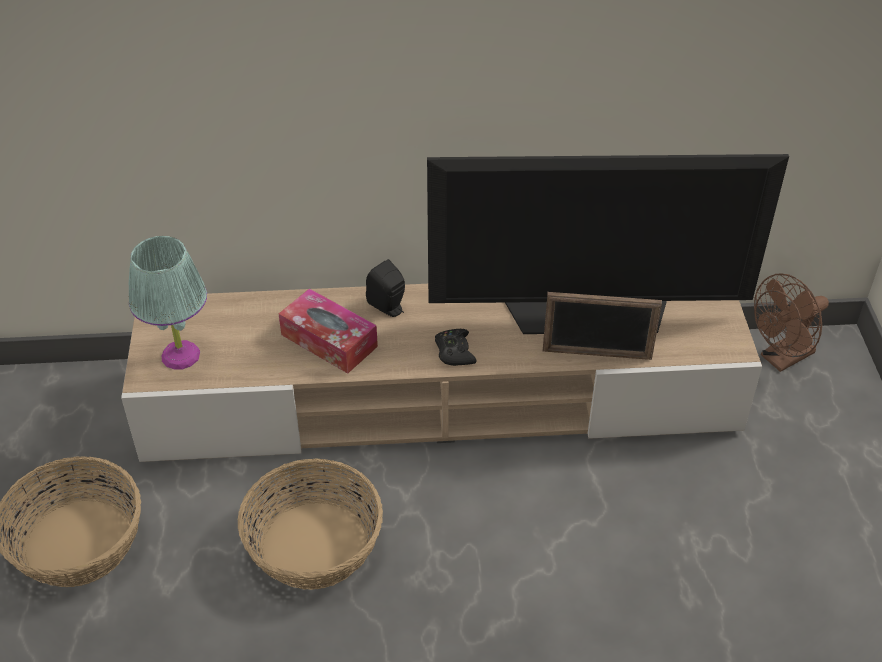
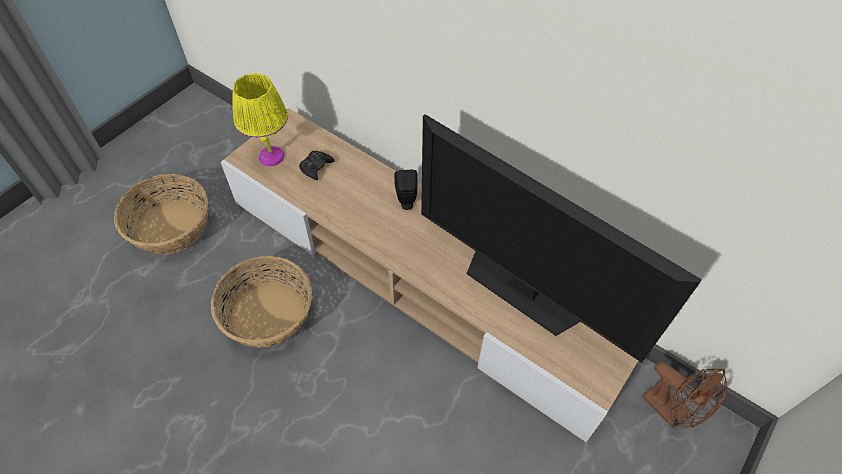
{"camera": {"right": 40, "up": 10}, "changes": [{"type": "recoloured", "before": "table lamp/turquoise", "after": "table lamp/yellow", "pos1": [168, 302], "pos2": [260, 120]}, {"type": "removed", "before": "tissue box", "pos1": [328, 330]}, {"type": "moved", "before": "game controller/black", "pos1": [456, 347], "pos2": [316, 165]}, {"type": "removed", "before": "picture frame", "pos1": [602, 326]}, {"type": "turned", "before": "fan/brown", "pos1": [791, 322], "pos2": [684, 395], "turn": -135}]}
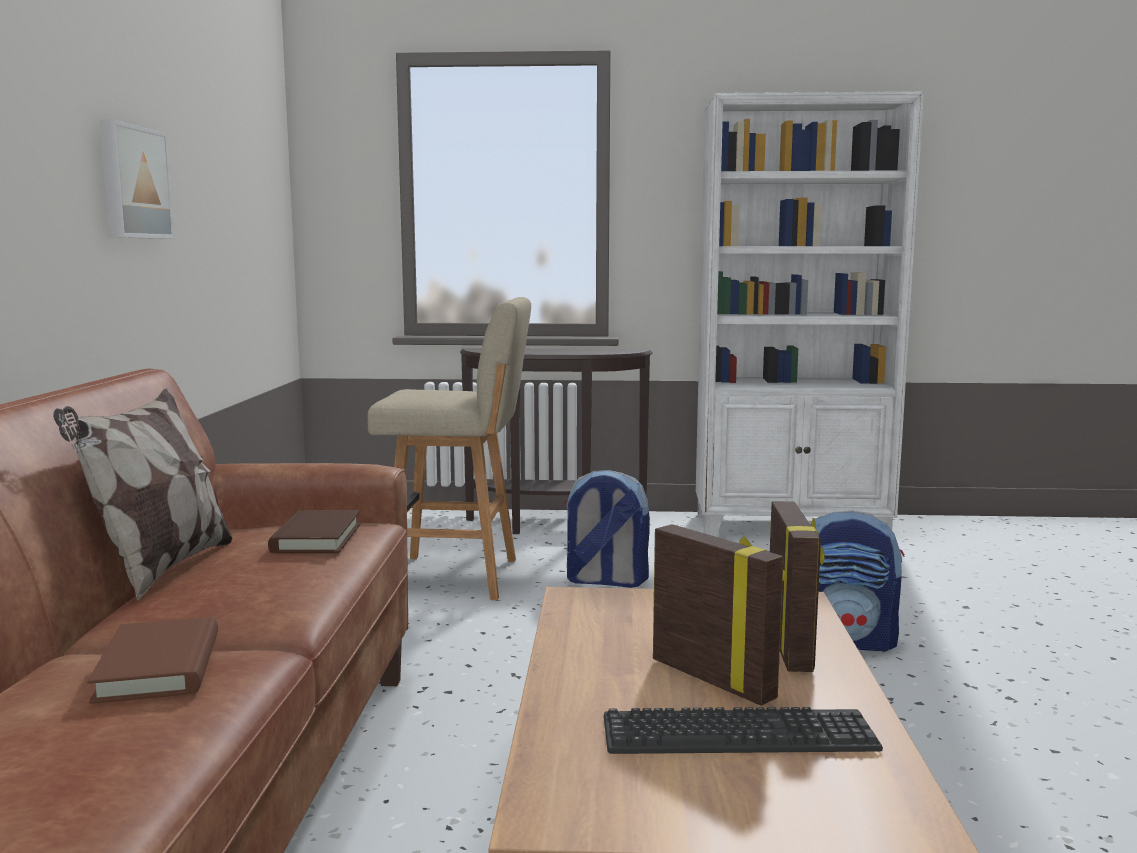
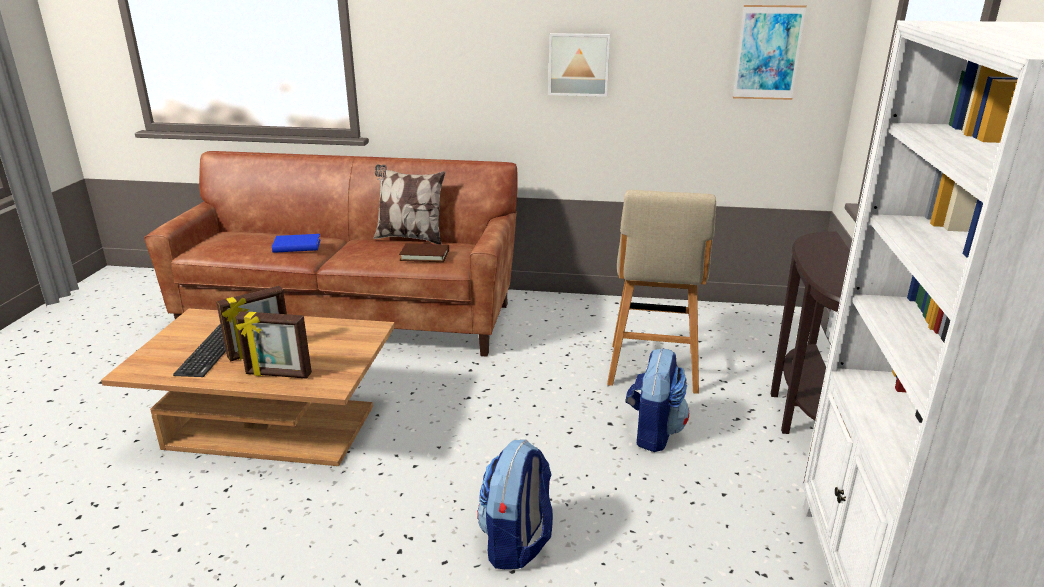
{"camera": {"right": 95, "up": 15}, "changes": [{"type": "recoloured", "before": "book/brown", "after": "book/blue", "pos1": [152, 660], "pos2": [296, 243]}, {"type": "added", "after": "picture", "pos2": [770, 52]}]}
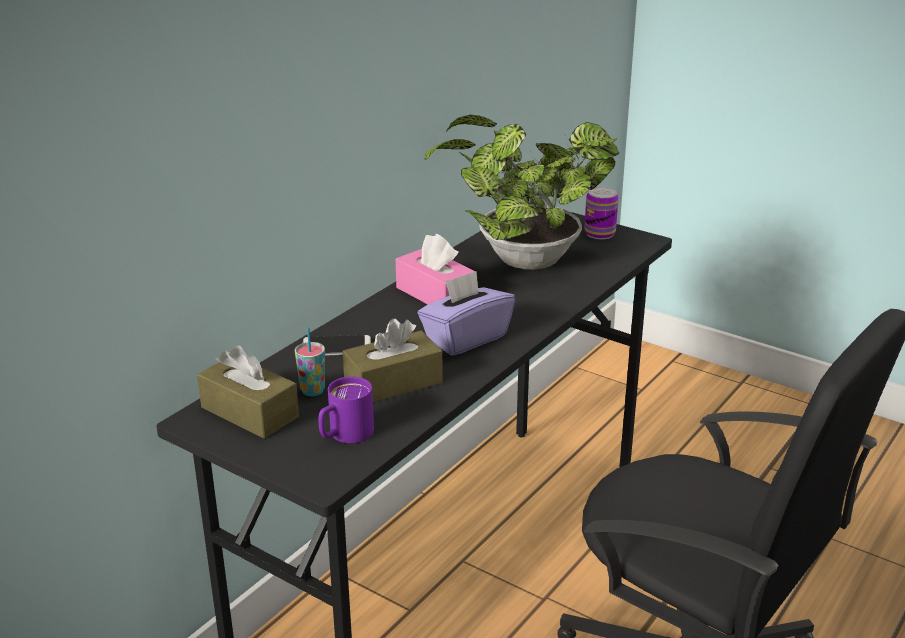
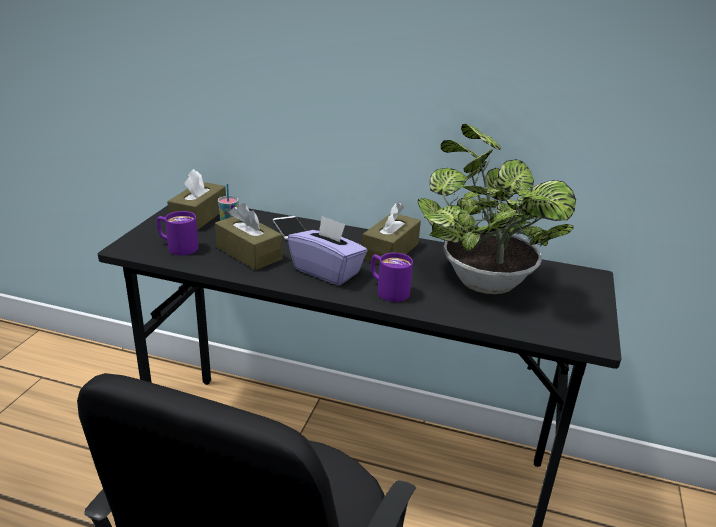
{"camera": {"right": 70, "up": 0}, "changes": [{"type": "recoloured", "before": "tissue box/pink", "after": "tissue box/brown", "pos1": [435, 269], "pos2": [391, 233]}, {"type": "removed", "before": "can", "pos1": [601, 213]}, {"type": "added", "after": "mug/purple", "pos2": [392, 277]}]}
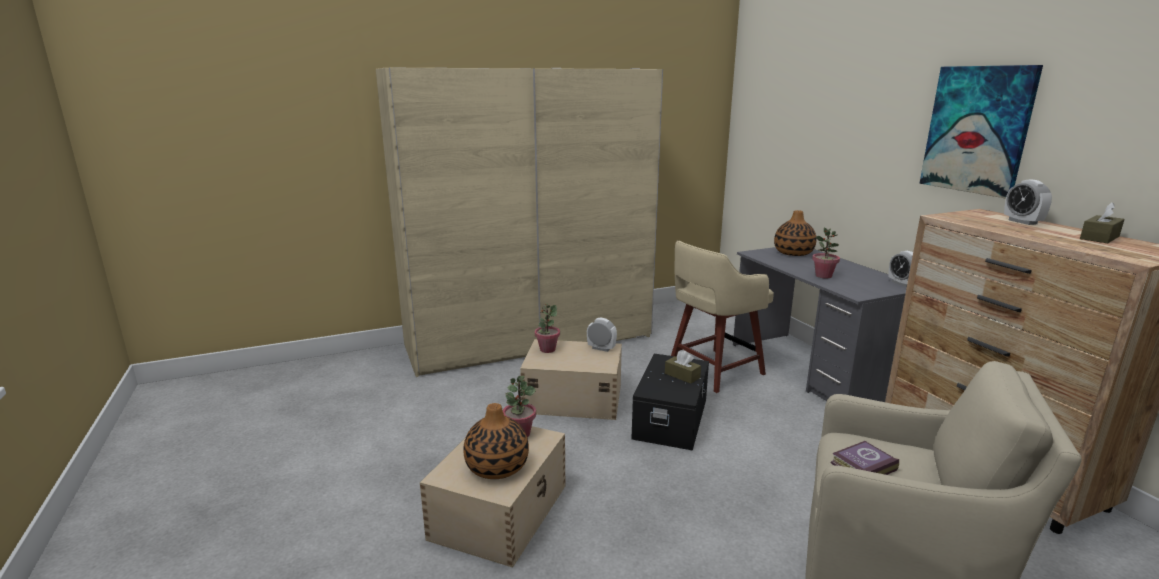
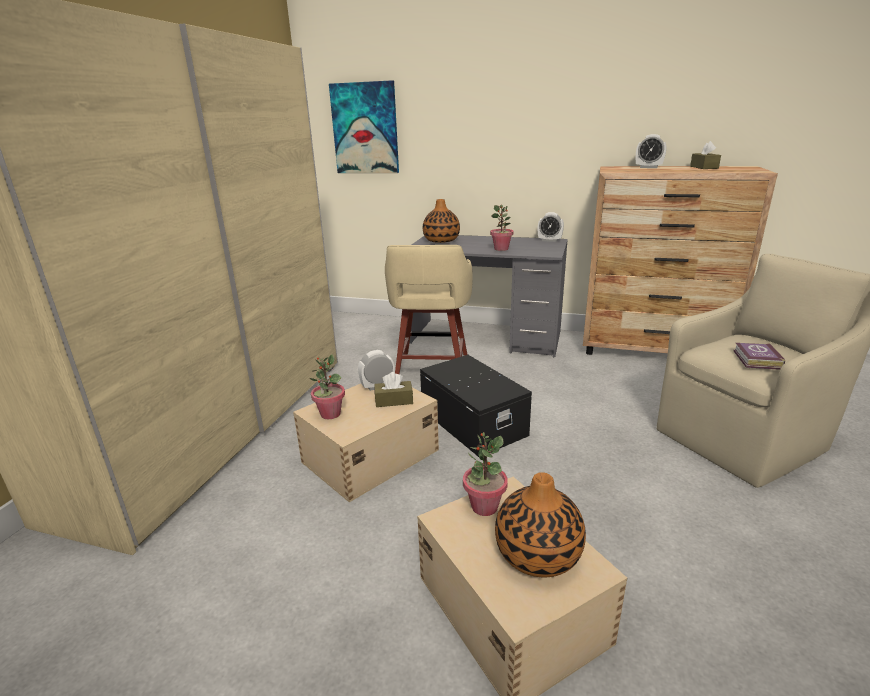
{"camera": {"right": -50, "up": 5}, "changes": [{"type": "moved", "before": "tissue box/brown", "pos1": [683, 367], "pos2": [393, 389]}, {"type": "moved", "before": "picture", "pos1": [981, 132], "pos2": [364, 126]}]}
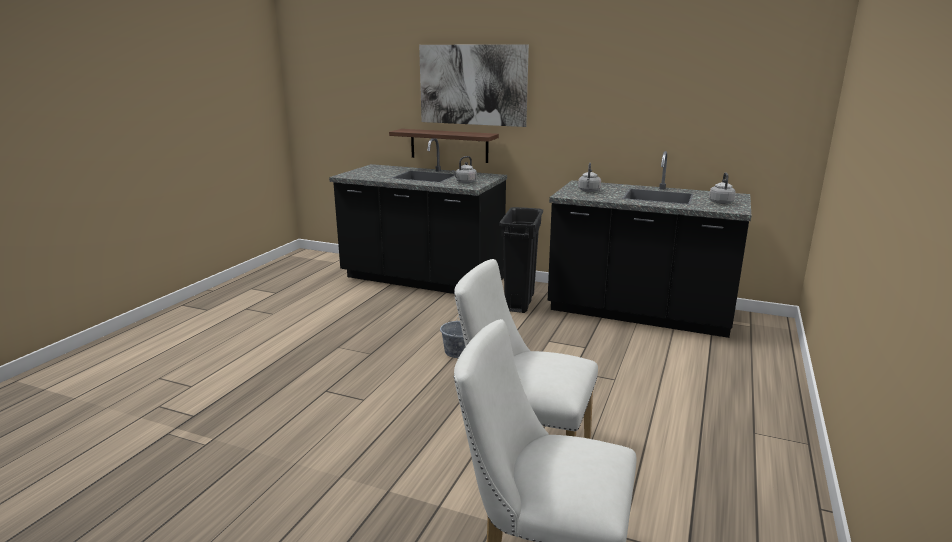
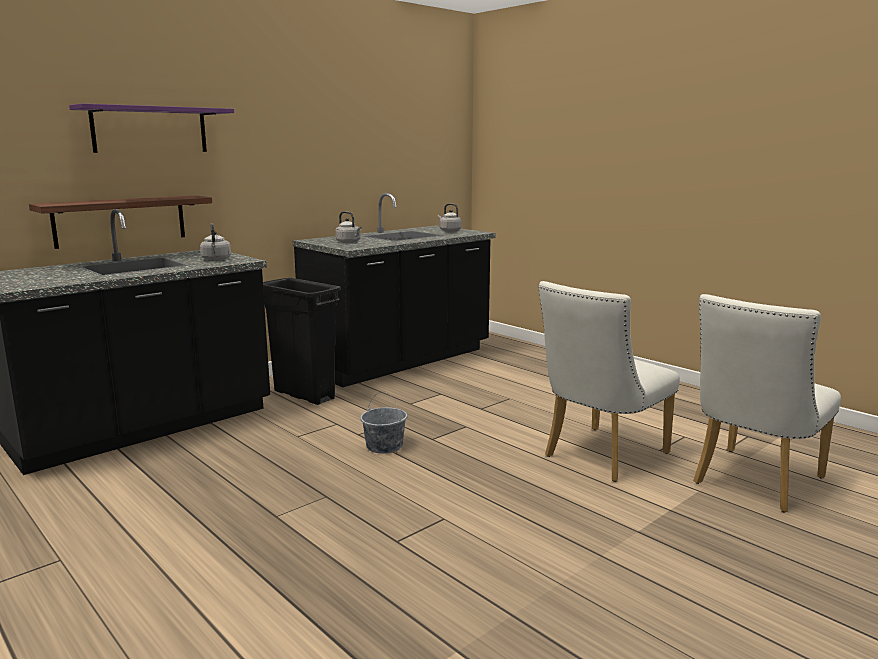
{"camera": {"right": -65, "up": -5}, "changes": [{"type": "replaced", "before": "picture", "after": "shelf/purple", "pos1": [474, 85], "pos2": [151, 128]}]}
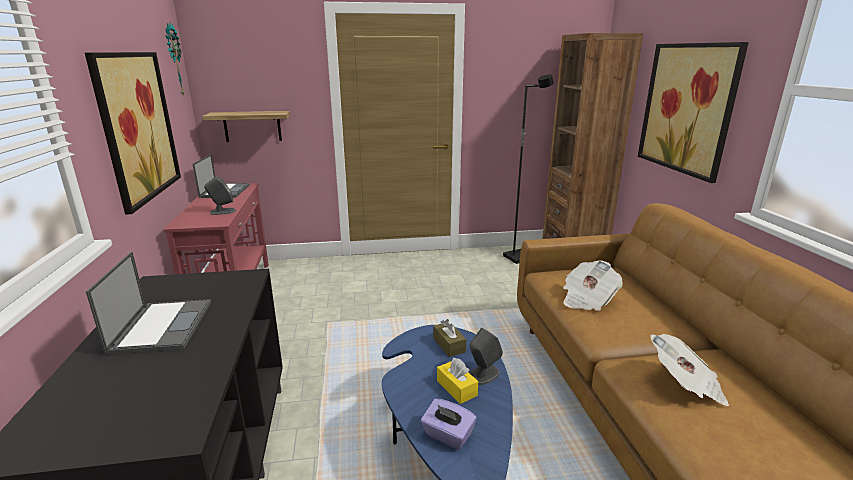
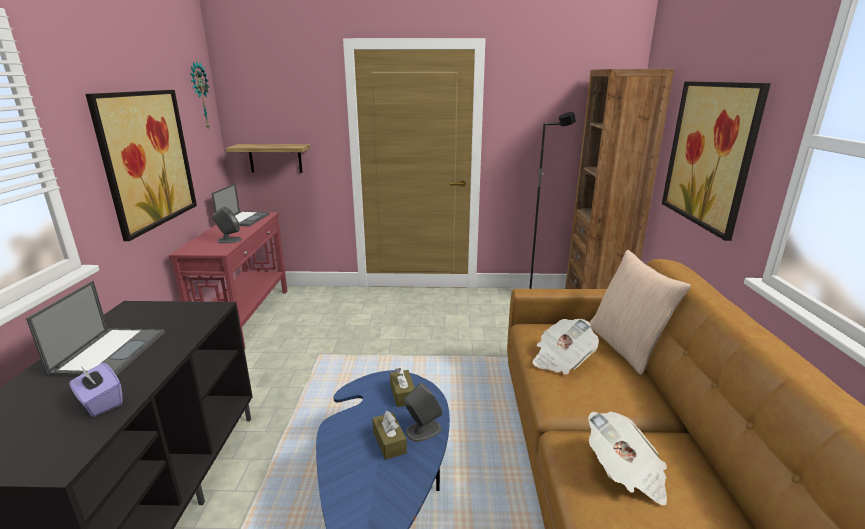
{"camera": {"right": 10, "up": 0}, "changes": [{"type": "moved", "before": "tissue box/purple", "pos1": [449, 424], "pos2": [95, 390]}, {"type": "recoloured", "before": "tissue box/yellow", "after": "tissue box/brown", "pos1": [457, 381], "pos2": [389, 435]}, {"type": "added", "after": "pillow/beige", "pos2": [640, 312]}]}
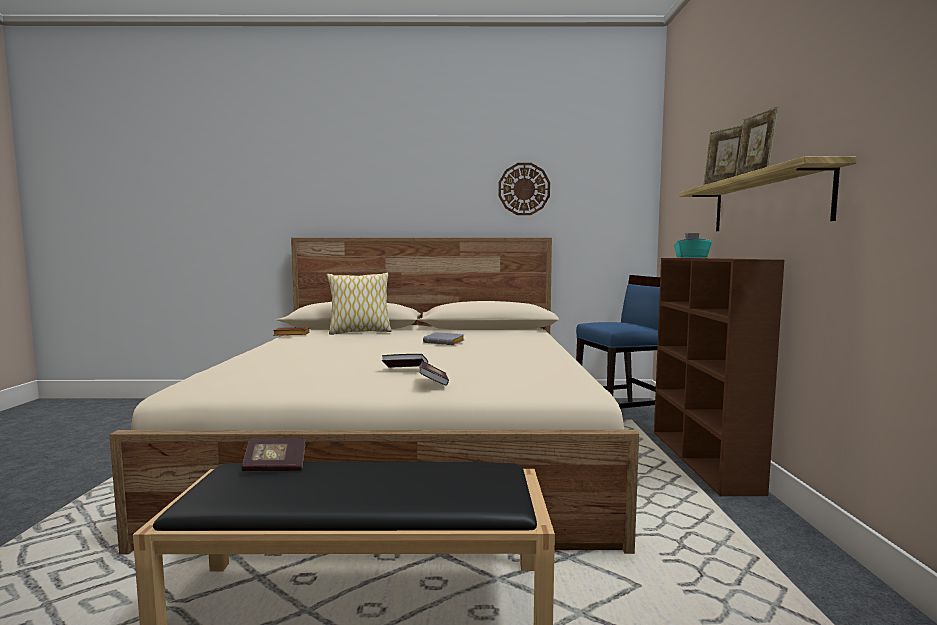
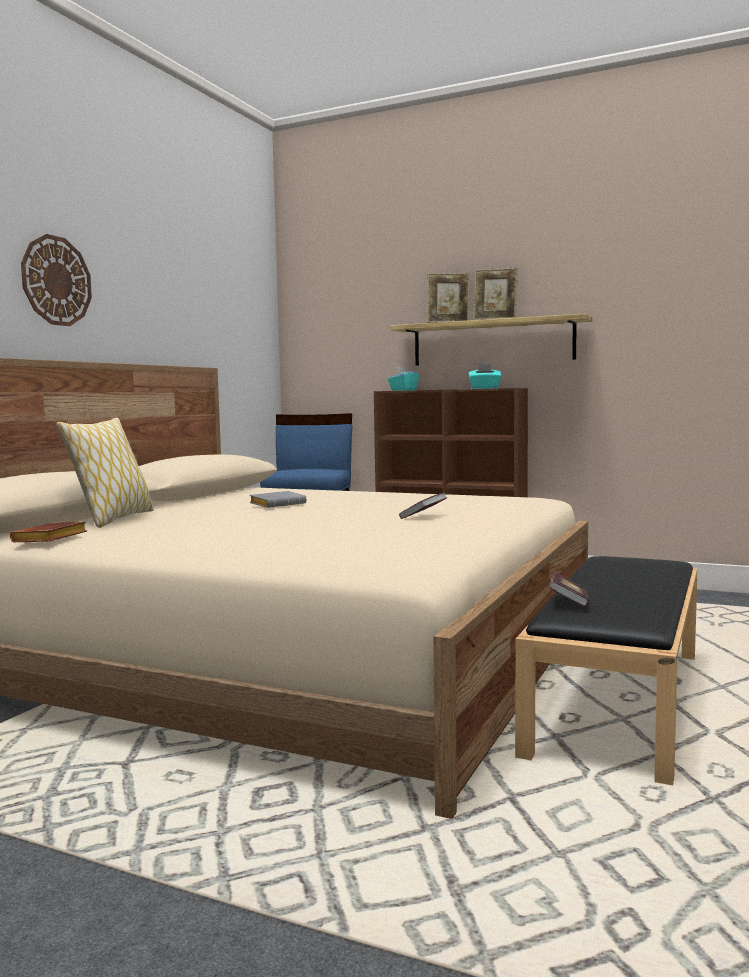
{"camera": {"right": -65, "up": 0}, "changes": [{"type": "removed", "before": "book", "pos1": [434, 373]}, {"type": "moved", "before": "wall clock", "pos1": [524, 189], "pos2": [56, 280]}, {"type": "added", "after": "tissue box/turquoise", "pos2": [484, 376]}]}
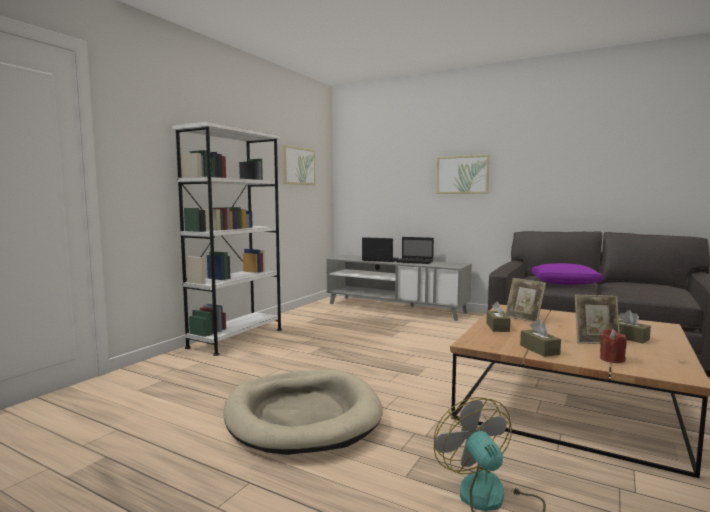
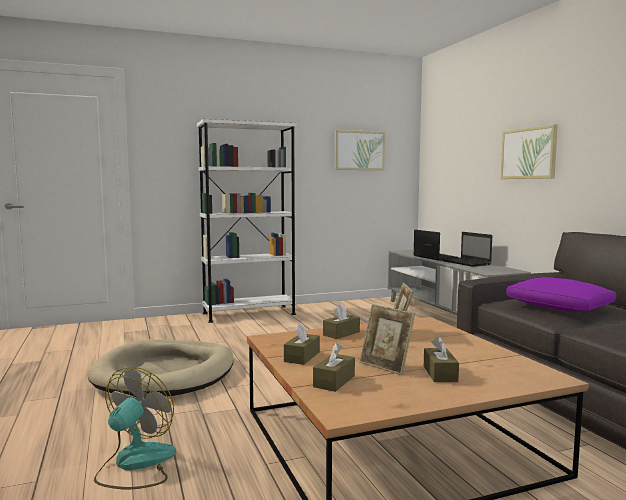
{"camera": {"right": 40, "up": 0}, "changes": [{"type": "replaced", "before": "candle/red", "after": "tissue box/brown", "pos1": [613, 346], "pos2": [334, 367]}]}
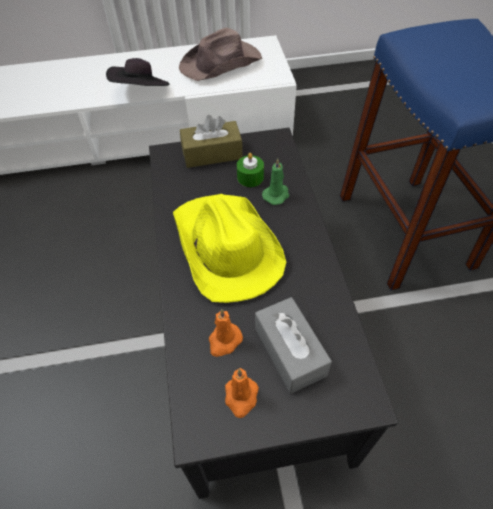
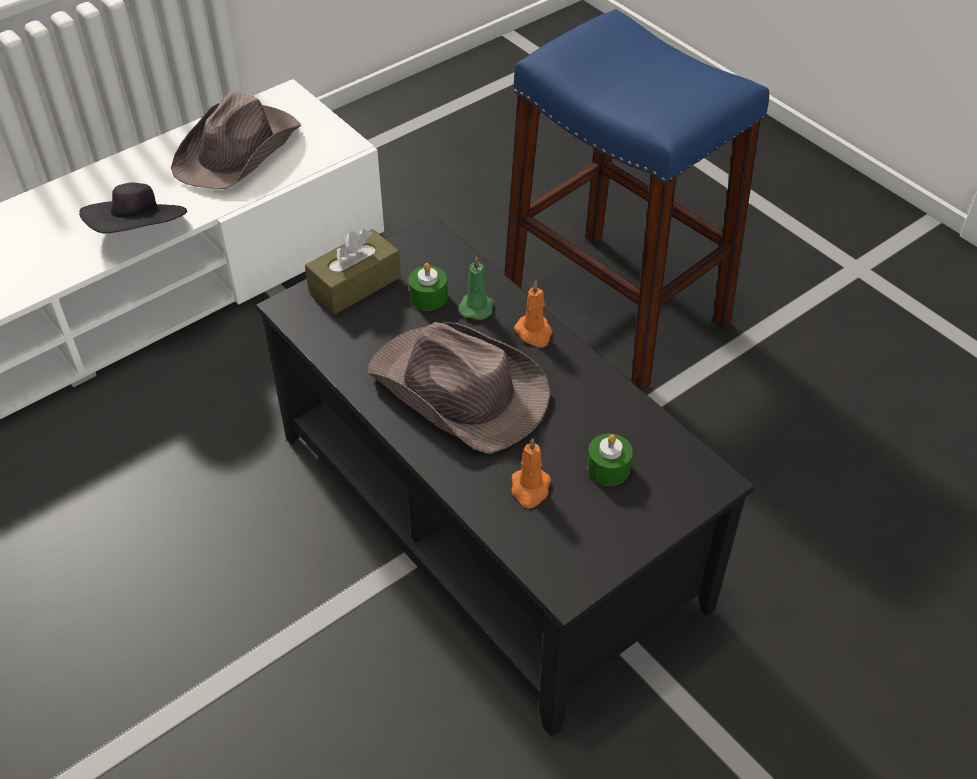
{"camera": {"right": -30, "up": -5}, "changes": [{"type": "recoloured", "before": "hat/yellow", "after": "hat/brown", "pos1": [229, 248], "pos2": [459, 388]}, {"type": "moved", "before": "candle/orange", "pos1": [242, 393], "pos2": [533, 314]}, {"type": "replaced", "before": "tissue box/grey", "after": "candle/green", "pos1": [293, 345], "pos2": [610, 460]}]}
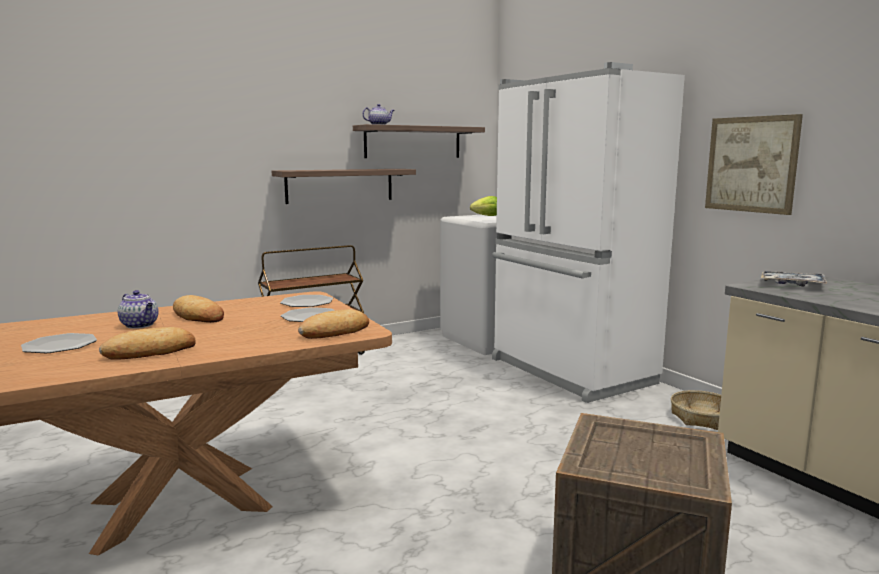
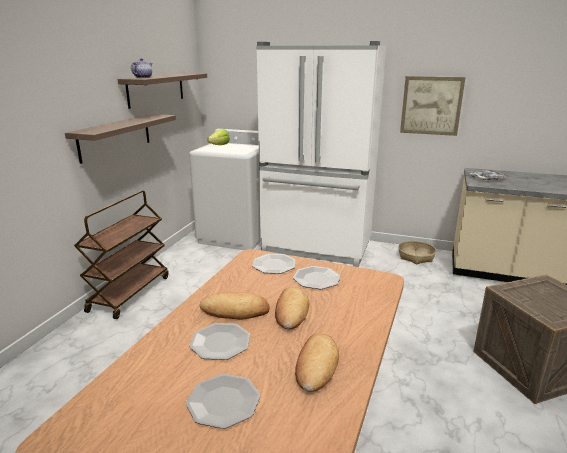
{"camera": {"right": -40, "up": 10}, "changes": [{"type": "replaced", "before": "teapot", "after": "plate", "pos1": [138, 309], "pos2": [219, 341]}, {"type": "moved", "before": "bread", "pos1": [333, 324], "pos2": [292, 308]}]}
